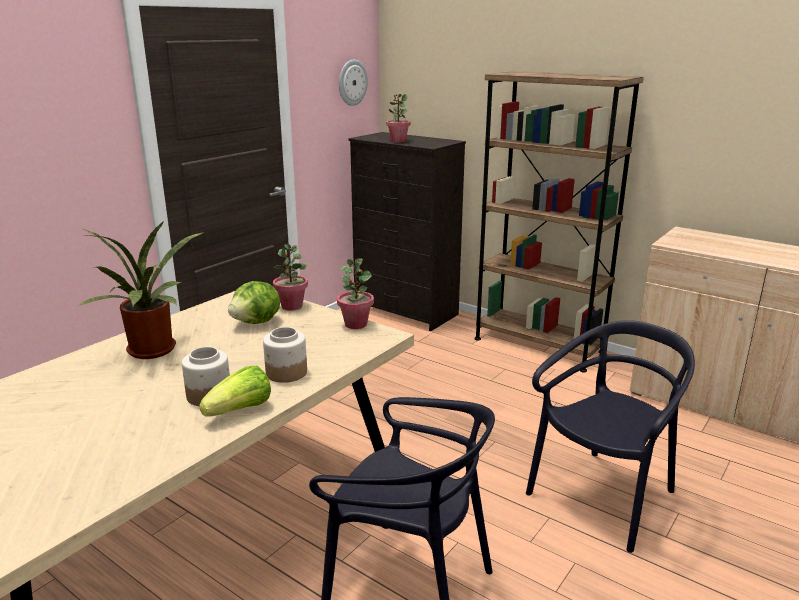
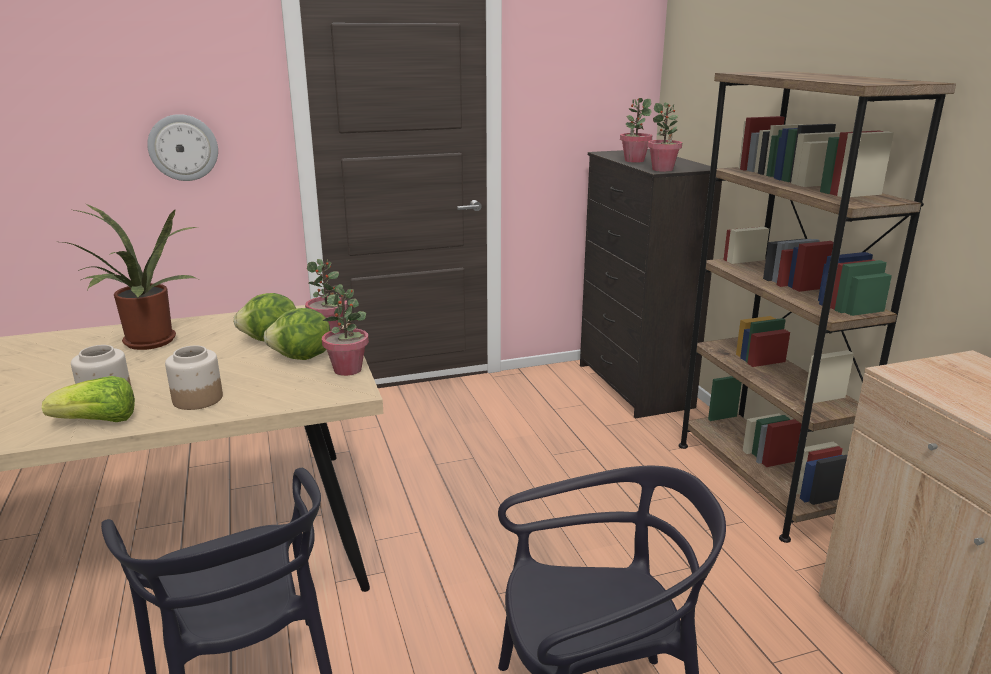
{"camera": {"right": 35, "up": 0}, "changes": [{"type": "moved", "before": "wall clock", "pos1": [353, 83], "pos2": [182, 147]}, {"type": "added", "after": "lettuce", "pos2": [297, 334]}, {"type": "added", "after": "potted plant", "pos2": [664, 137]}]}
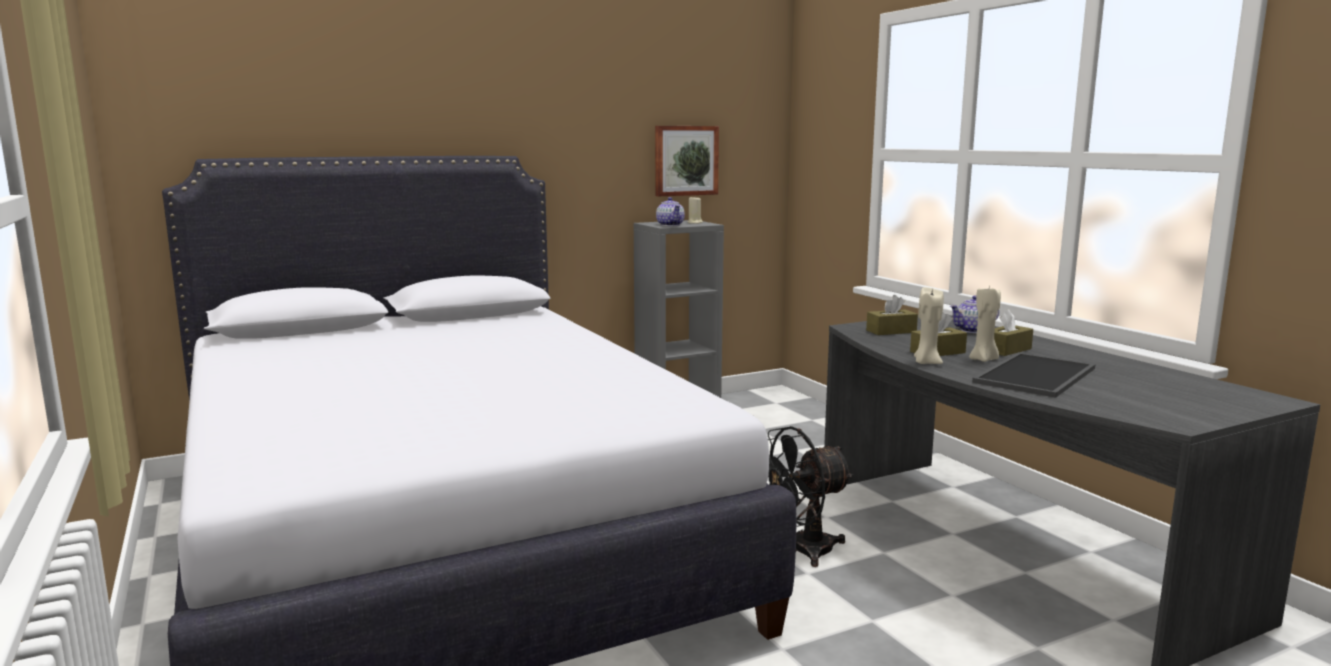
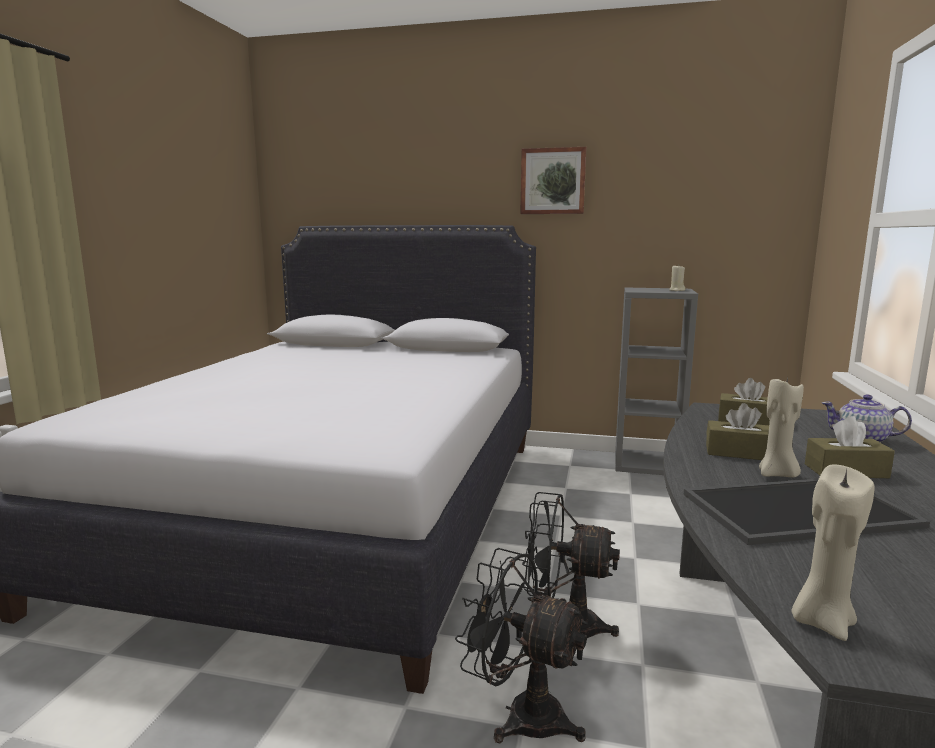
{"camera": {"right": 40, "up": 0}, "changes": [{"type": "moved", "before": "picture", "pos1": [687, 161], "pos2": [553, 180]}, {"type": "removed", "before": "teapot", "pos1": [670, 211]}, {"type": "moved", "before": "candle/beige", "pos1": [929, 325], "pos2": [833, 552]}, {"type": "added", "after": "fan/black", "pos2": [521, 645]}]}
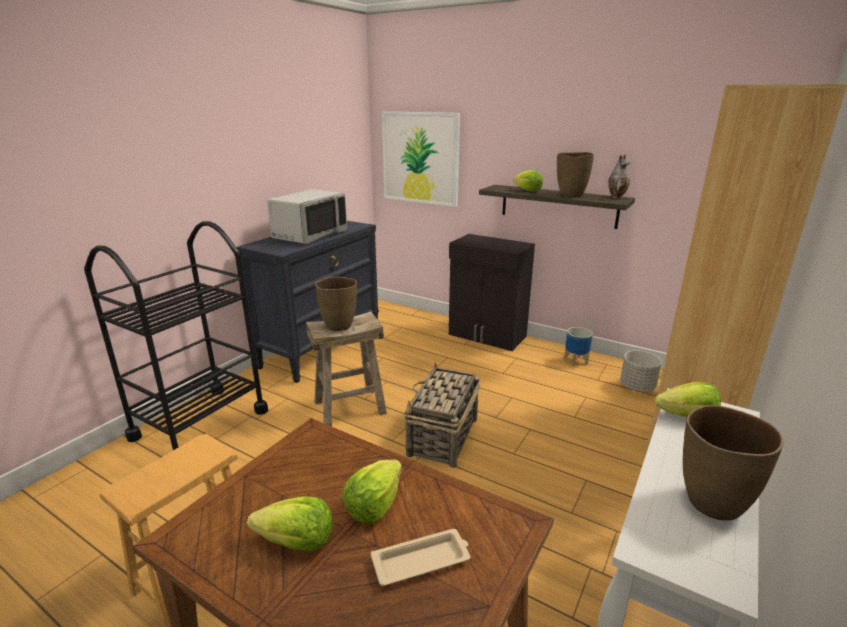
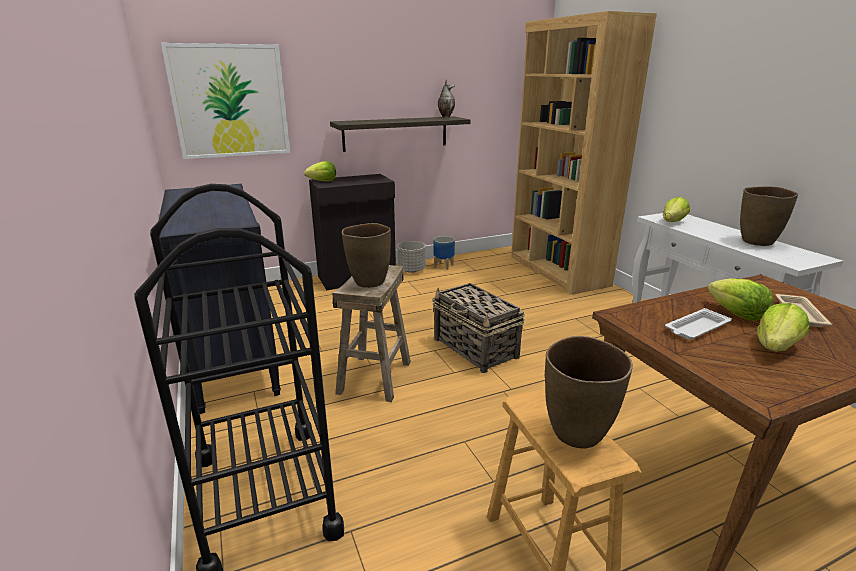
{"camera": {"right": -55, "up": 0}, "changes": [{"type": "removed", "before": "microwave/grey", "pos1": [307, 216]}, {"type": "moved", "before": "lettuce", "pos1": [528, 181], "pos2": [320, 171]}, {"type": "moved", "before": "vase/brown", "pos1": [575, 174], "pos2": [589, 392]}, {"type": "moved", "before": "planter/grey", "pos1": [641, 371], "pos2": [411, 257]}, {"type": "added", "after": "tray/white", "pos2": [698, 324]}]}
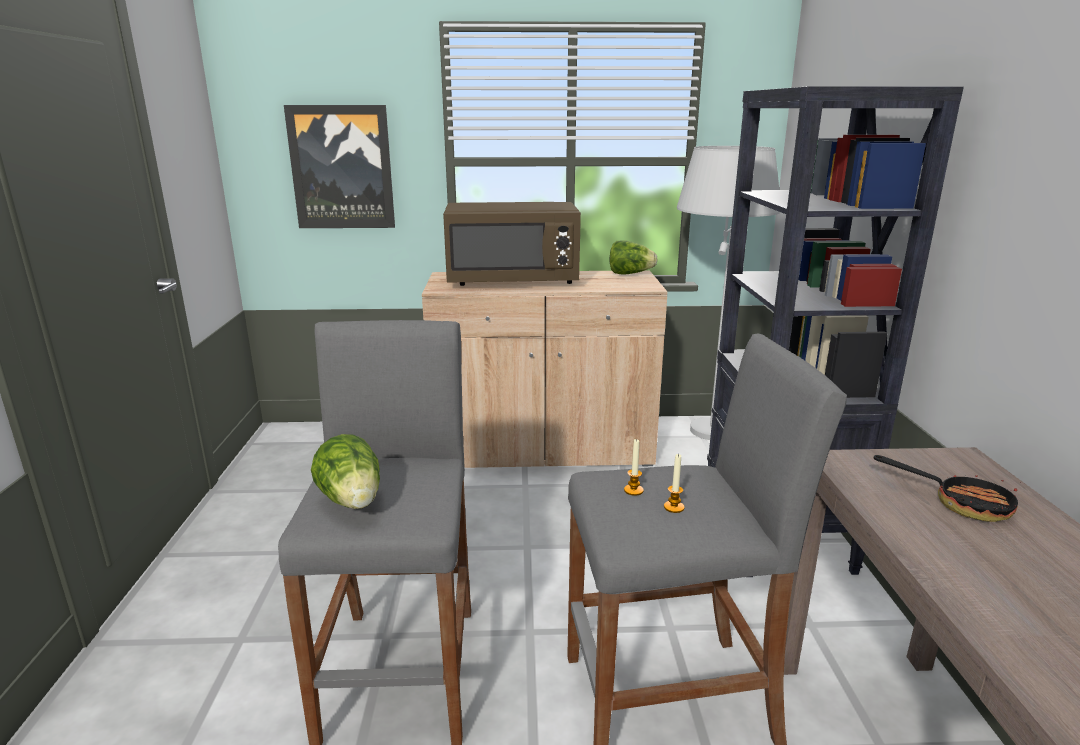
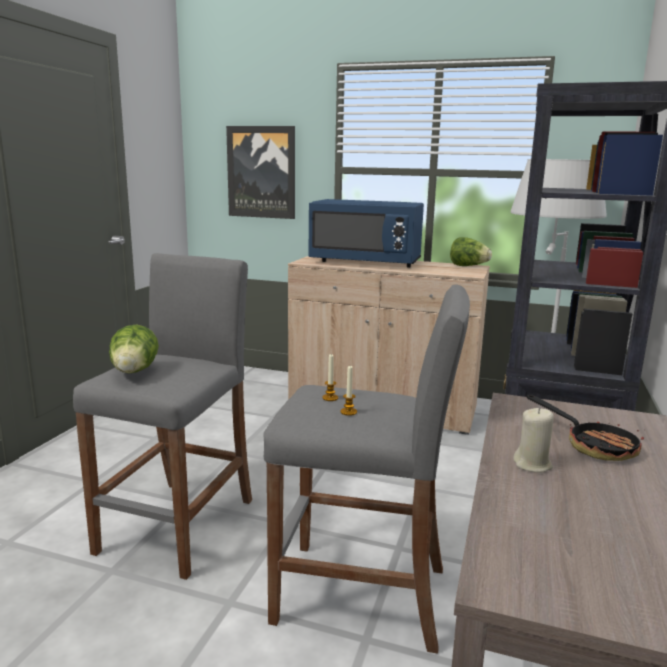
{"camera": {"right": 20, "up": -5}, "changes": [{"type": "recoloured", "before": "microwave/brown", "after": "microwave/blue", "pos1": [512, 244], "pos2": [366, 233]}, {"type": "added", "after": "candle/beige", "pos2": [533, 440]}]}
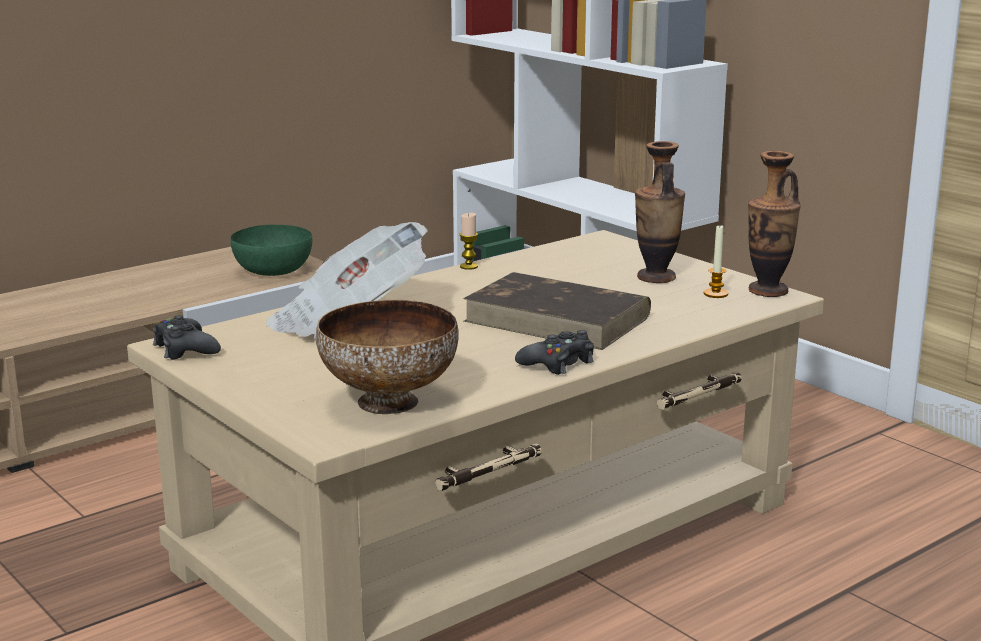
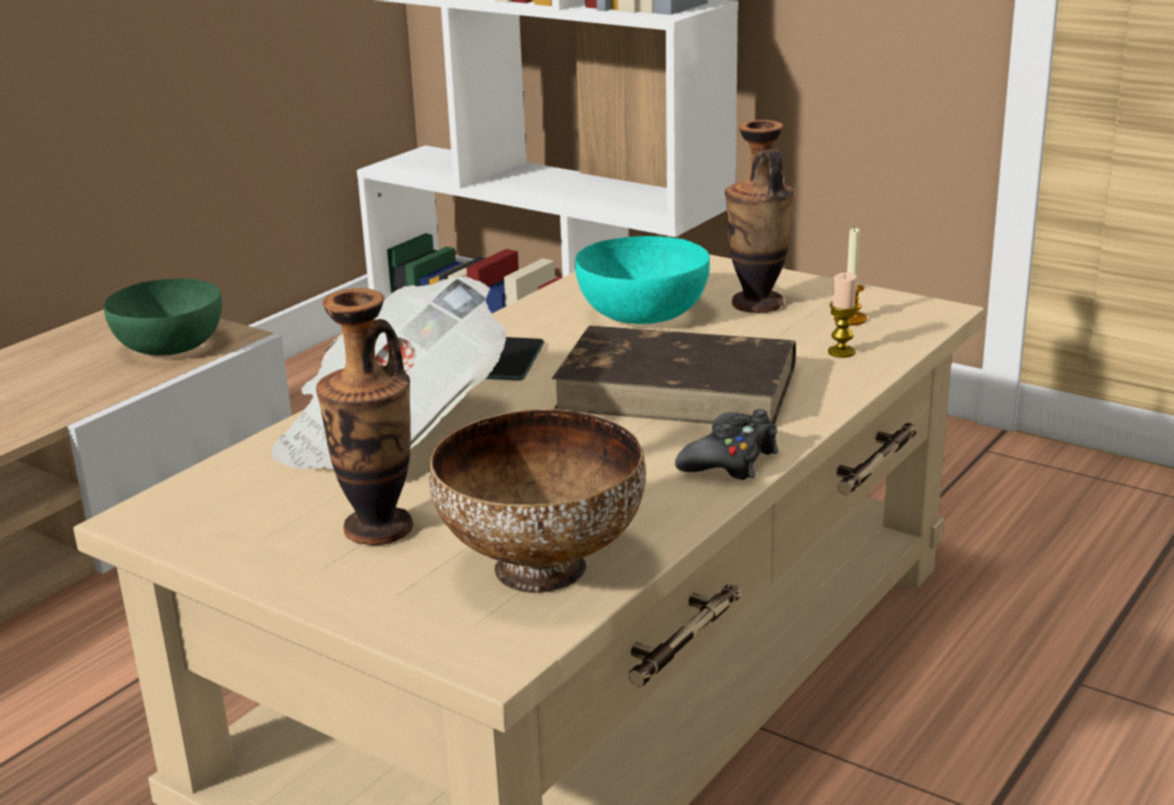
{"camera": {"right": -15, "up": 5}, "changes": [{"type": "removed", "before": "game controller/black", "pos1": [187, 337]}, {"type": "moved", "before": "candle", "pos1": [468, 241], "pos2": [843, 315]}, {"type": "moved", "before": "vase", "pos1": [774, 224], "pos2": [364, 416]}, {"type": "added", "after": "phone", "pos2": [514, 359]}, {"type": "added", "after": "bowl/turquoise", "pos2": [642, 280]}]}
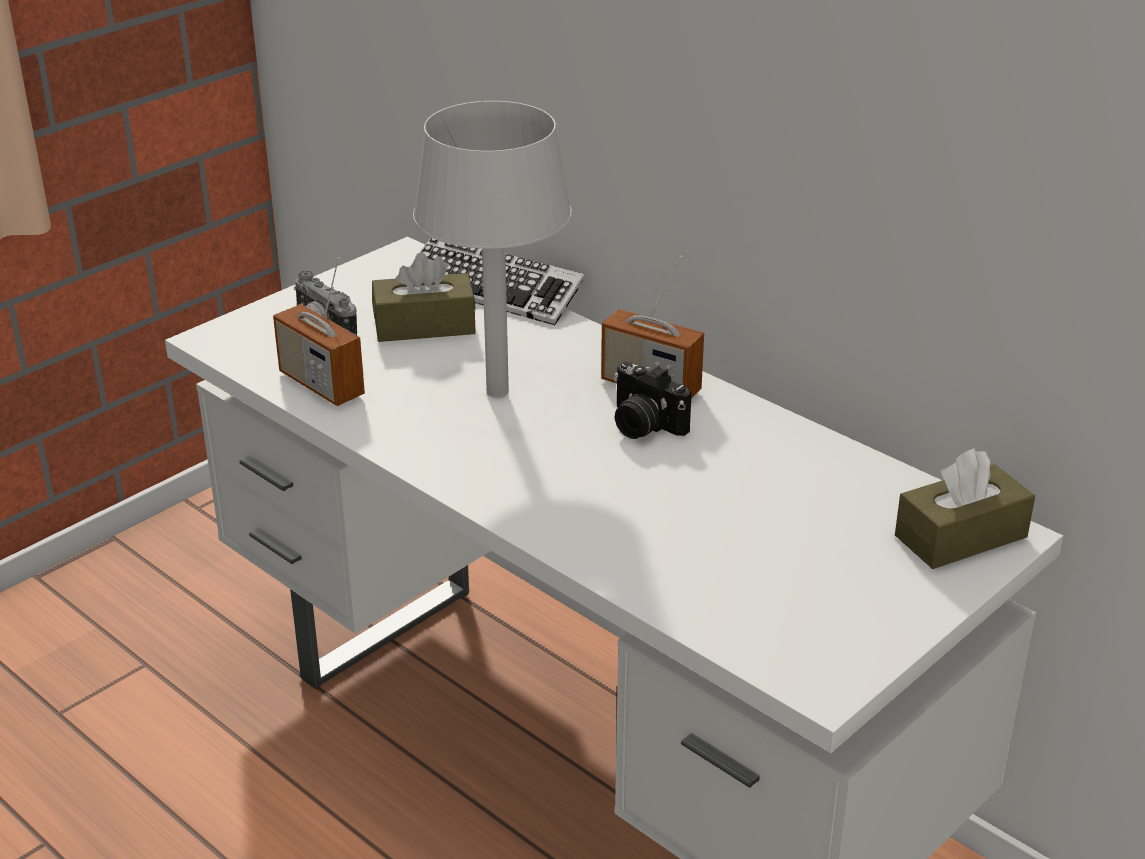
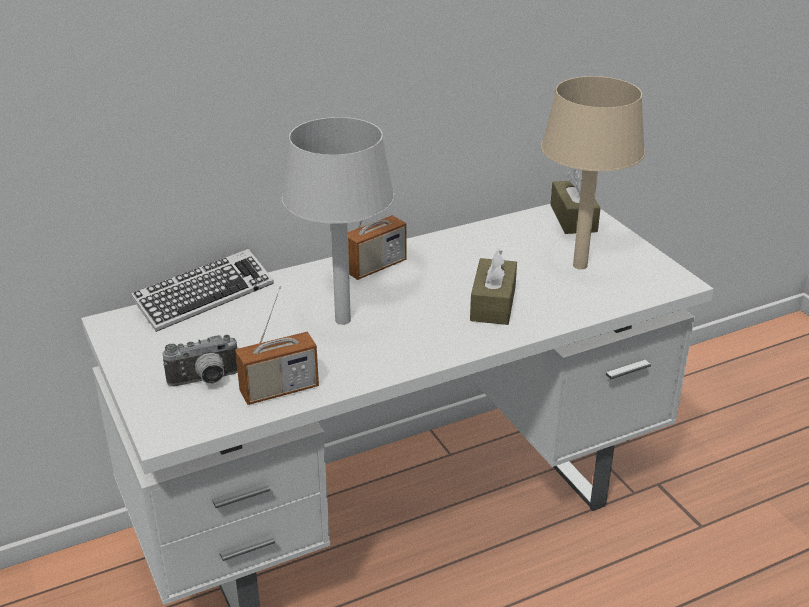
{"camera": {"right": -70, "up": 0}, "changes": [{"type": "moved", "before": "tissue box/brown", "pos1": [424, 297], "pos2": [493, 287]}, {"type": "removed", "before": "photo camera", "pos1": [652, 400]}, {"type": "added", "after": "table lamp/beige", "pos2": [593, 172]}]}
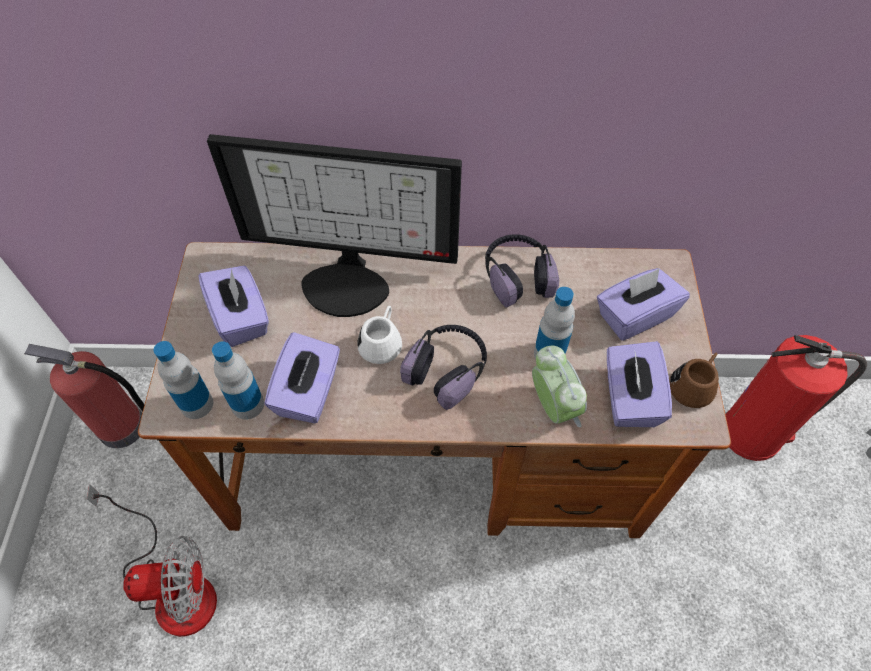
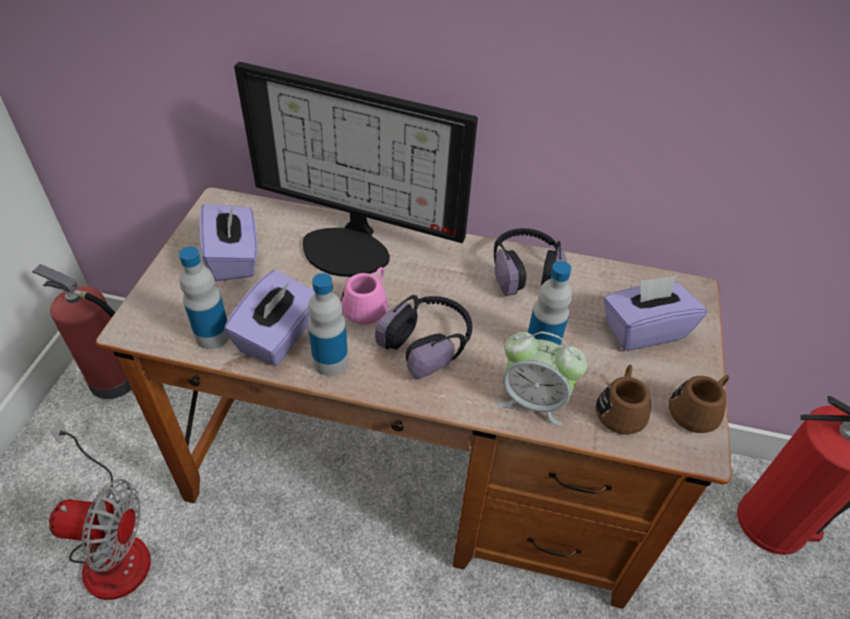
{"camera": {"right": 10, "up": -10}, "changes": [{"type": "moved", "before": "bottle", "pos1": [183, 380], "pos2": [328, 324]}, {"type": "recoloured", "before": "mug/white", "after": "mug/pink", "pos1": [379, 335], "pos2": [364, 295]}, {"type": "turned", "before": "alarm clock", "pos1": [559, 387], "pos2": [542, 378], "turn": 120}, {"type": "replaced", "before": "tissue box/purple", "after": "mug/brown", "pos1": [639, 384], "pos2": [623, 400]}]}
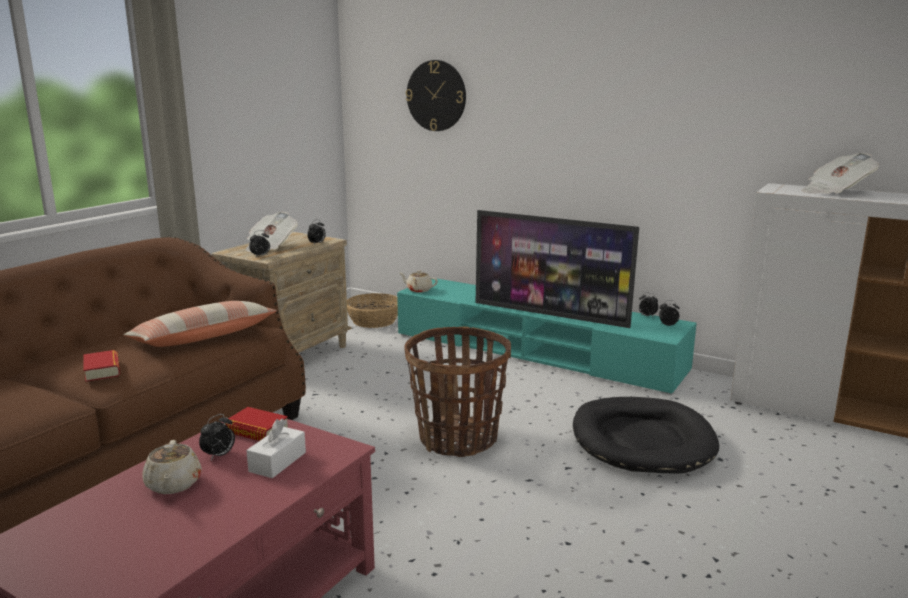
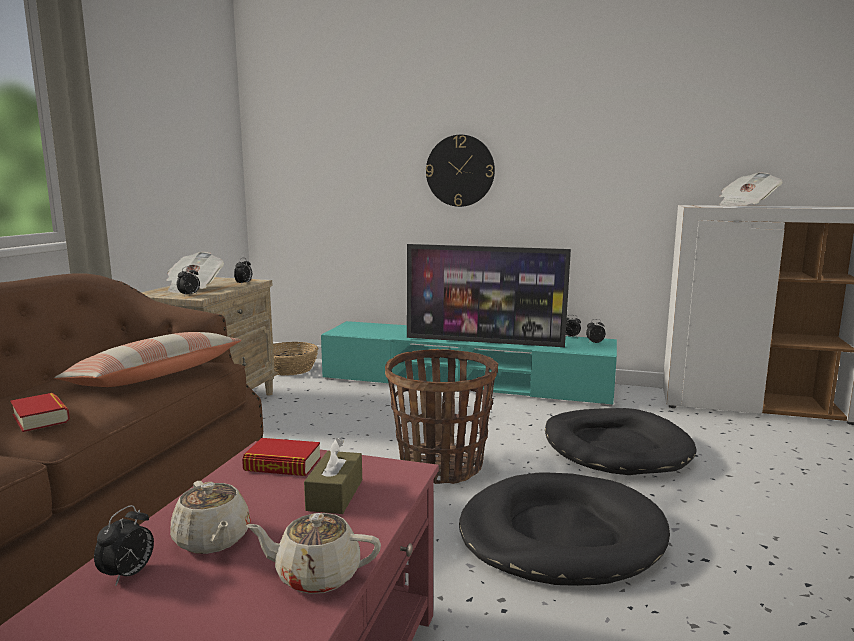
{"camera": {"right": -15, "up": -5}, "changes": [{"type": "moved", "before": "alarm clock", "pos1": [217, 437], "pos2": [124, 545]}, {"type": "recoloured", "before": "tissue box/white", "after": "tissue box/brown", "pos1": [276, 448], "pos2": [333, 476]}, {"type": "moved", "before": "teapot/beige", "pos1": [419, 281], "pos2": [313, 553]}, {"type": "moved", "before": "wall clock", "pos1": [436, 95], "pos2": [460, 171]}, {"type": "added", "after": "dog bed/black", "pos2": [564, 529]}]}
